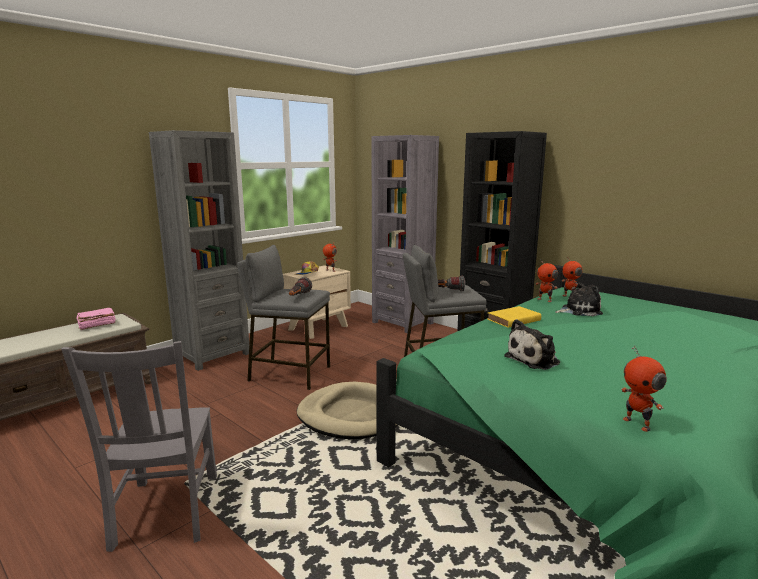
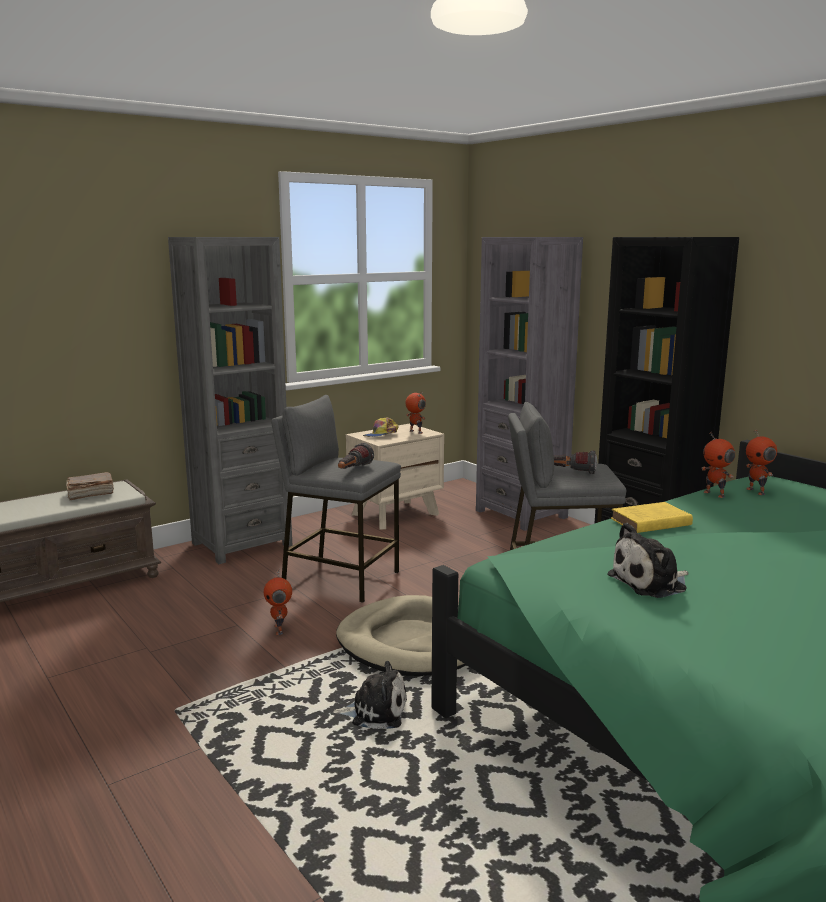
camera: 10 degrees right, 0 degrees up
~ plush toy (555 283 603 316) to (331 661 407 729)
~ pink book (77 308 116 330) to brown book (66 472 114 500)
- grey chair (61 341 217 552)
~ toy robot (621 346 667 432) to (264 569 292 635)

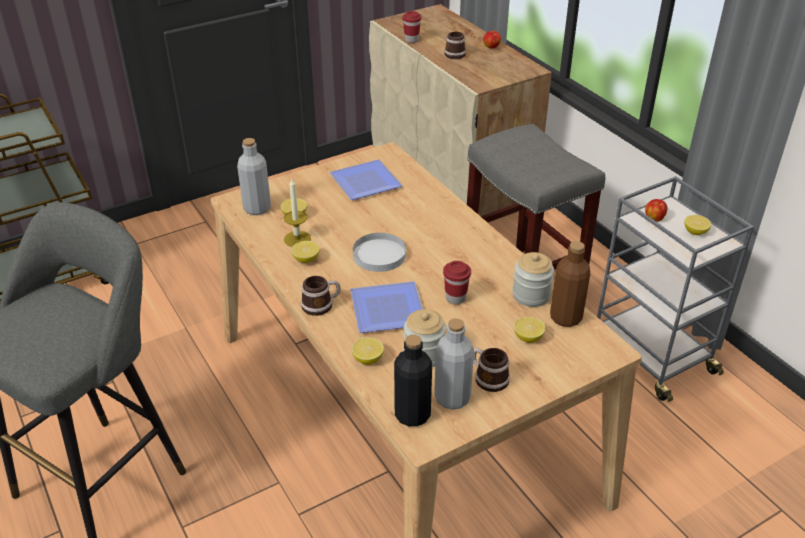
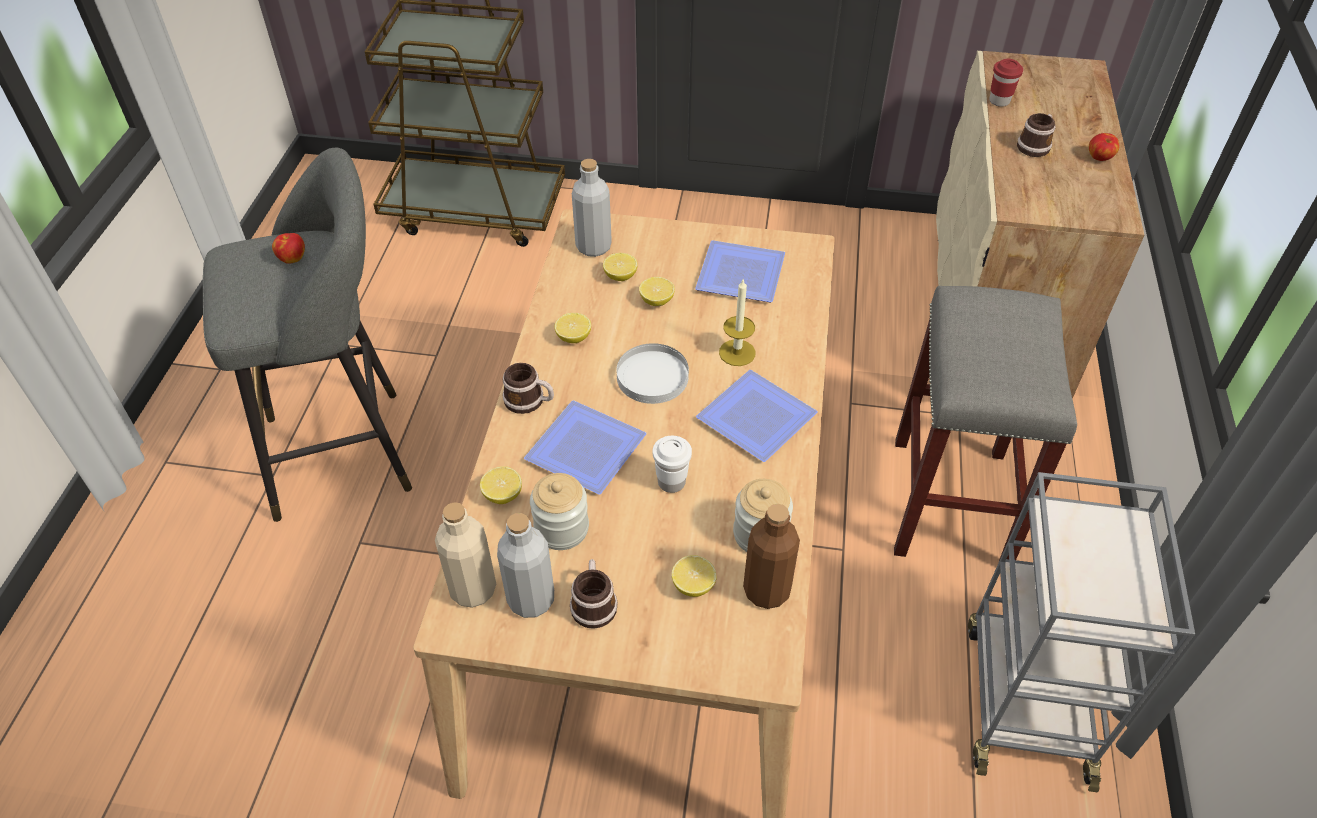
camera: 40 degrees right, 10 degrees up
~ candle (284 177 311 247) to (719 280 756 366)
~ apple (645 199 667 222) to (272 233 305 264)
~ lemon (685 215 711 235) to (639 277 675 306)
~ red cup (443 261 471 304) to white cup (653 436 692 493)
~ black bottle (394 335 432 426) to beige bottle (435 502 496 608)
+ plate (696 370 818 462)

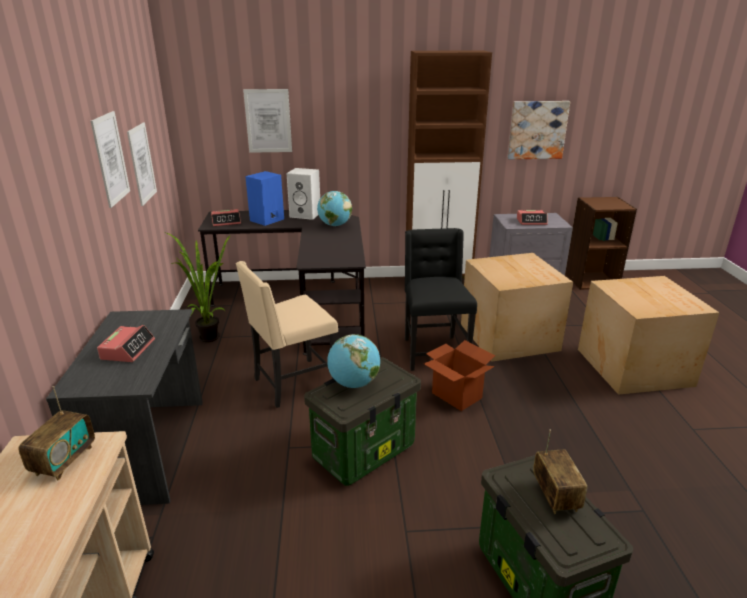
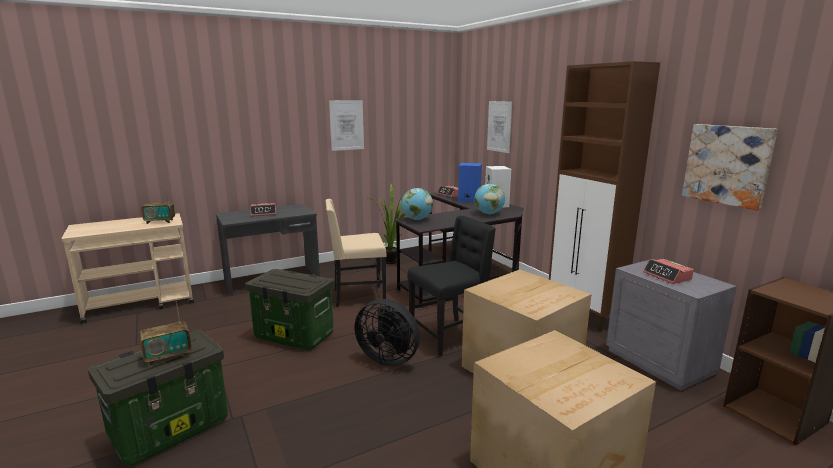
camera: 65 degrees right, 10 degrees down
- picture (127 122 157 206)
~ beige chair (236 261 338 408) = (325 199 387 307) 45 degrees counterclockwise
~ globe (327 334 380 388) to (401 188 433 220)
~ cardboard box (423 340 495 411) to black fan (354 299 420 366)

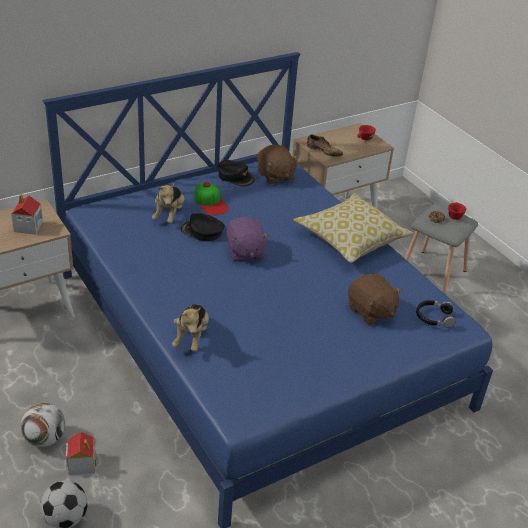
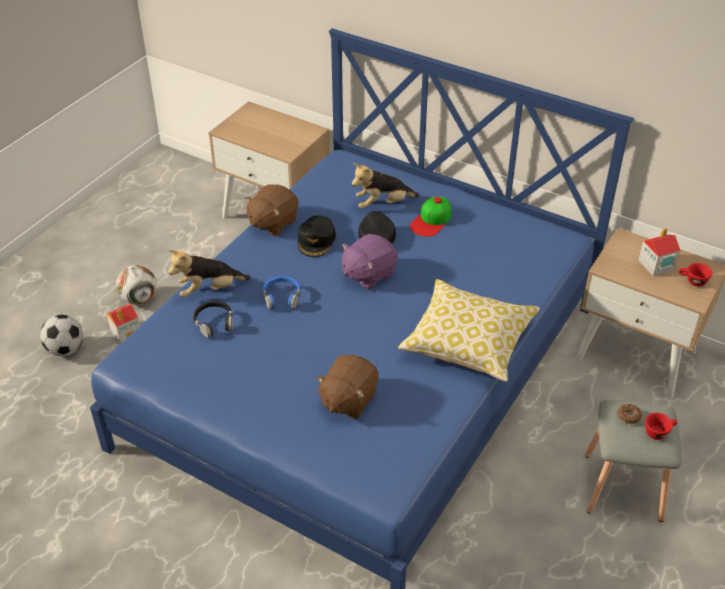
camera: 65 degrees right, 5 degrees up
- shoe (307 134 343 157)
~ brown plush toy (257 145 299 185) to (245 184 299 236)
~ black cap (217 160 254 186) to (298 216 336 257)
~ toy house (11 194 43 235) to (638 228 681 276)
~ black headphones (416 300 456 328) to (193 301 233 338)
+ blue headphones (263 276 301 309)

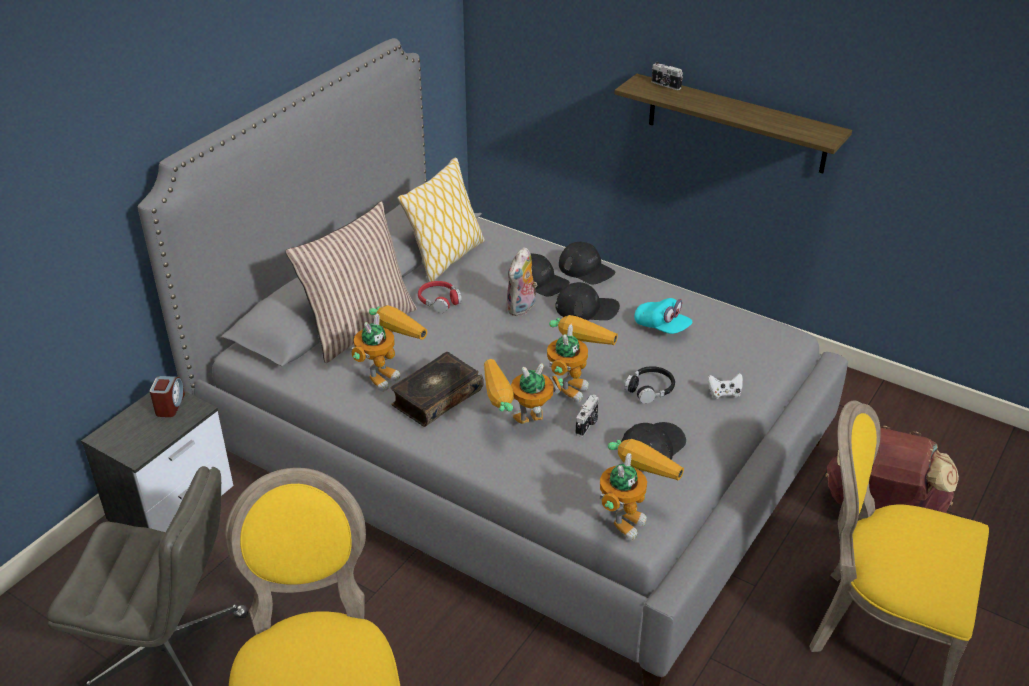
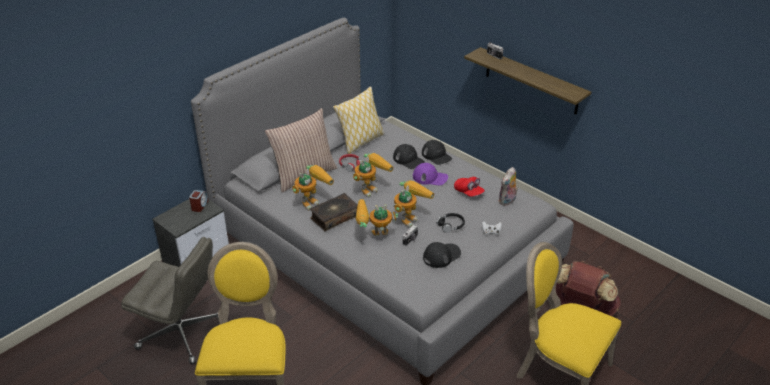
camera: 10 degrees right, 0 degrees up
~ plush toy (506 247 538 316) to (498 167 518 206)
~ black cap (555 282 620 320) to purple cap (413 163 448 185)
~ turquoise cap (634 298 692 334) to red cap (454 177 485 197)
~ toy robot (600 439 684 541) to (353 153 394 198)

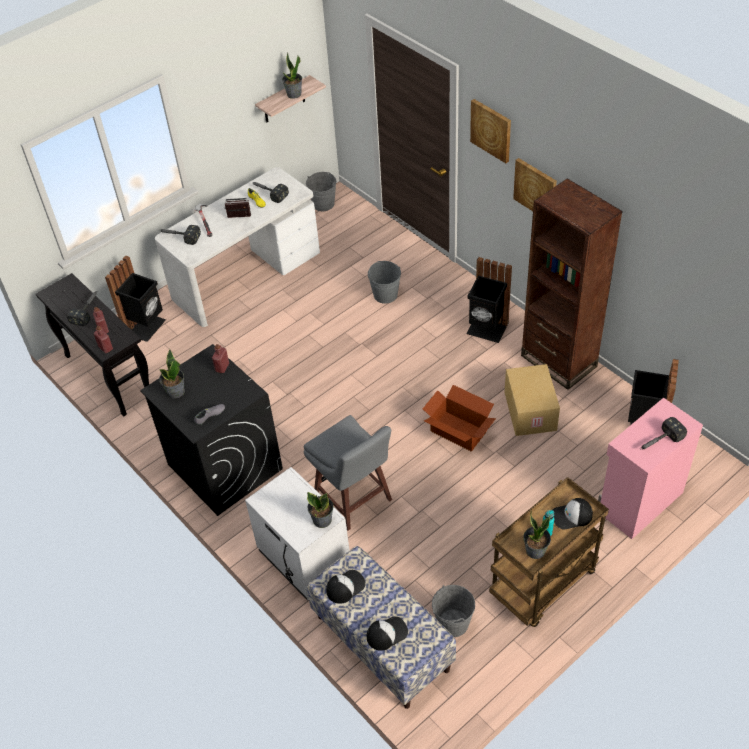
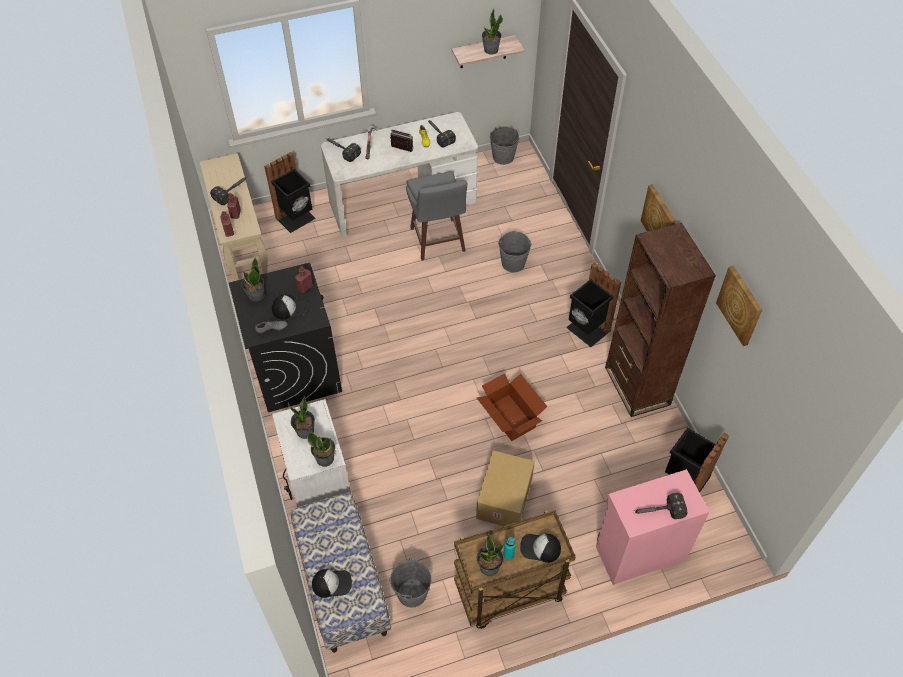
camera: 20 degrees right, 5 degrees up
~ picture (470 99 511 163) to (716 266 762 346)
~ black console table (36 273 149 416) to beige console table (200 153 268 281)
~ cardboard box (505 364 560 436) to (476 450 535 526)
~ grey stool (304 415 392 531) to (406 171 467 261)
~ cap (326 570 366 604) to (272 295 307 320)
+ potted plant (288 396 315 439)

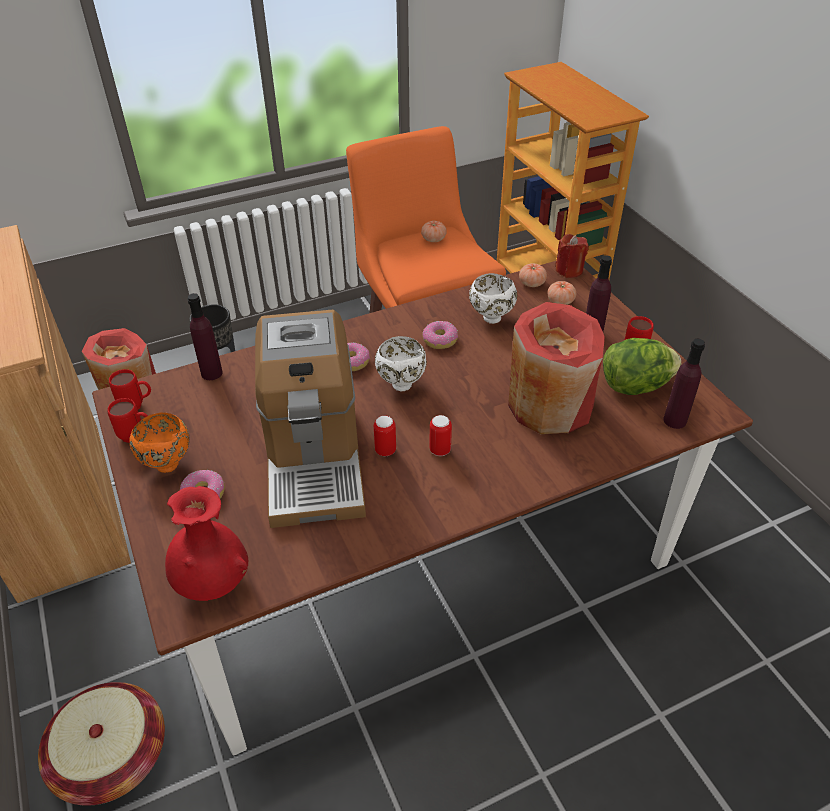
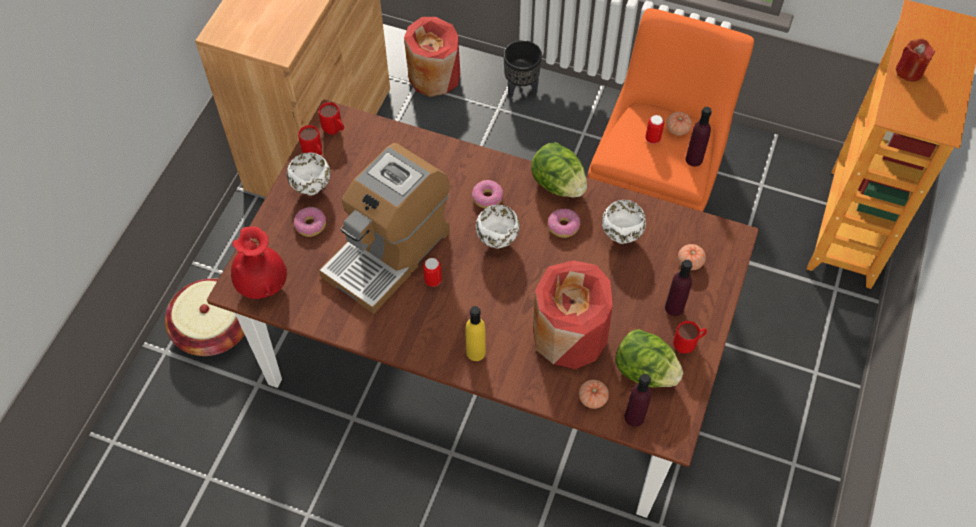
camera: 45 degrees right, 15 degrees up
~ red candle (555 234 589 278) to (896 39 935 81)
~ tomato (519 263 547 287) to (579 380 609 409)
~ purple bottle (188 293 223 380) to (685 107 712 167)
~ orange bowl (129 412 190 473) to white bowl (287 152 330 195)
~ can (430 415 452 456) to (645 115 664 144)
+ lettuce (531 142 587 198)
+ yellow bottle (466 306 486 361)

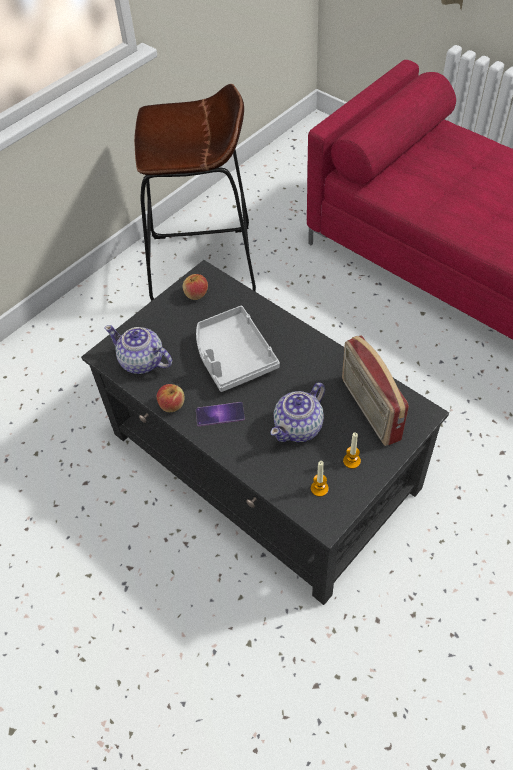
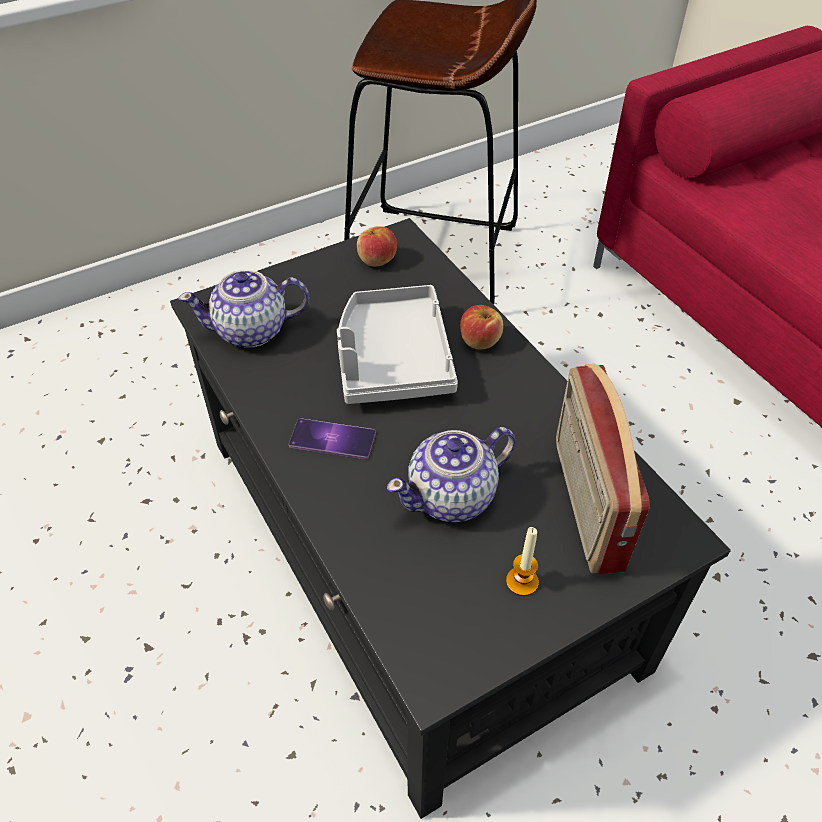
camera: 15 degrees right, 5 degrees down
~ teapot (104 325 172 374) = (178 270 309 348) 60 degrees counterclockwise
~ apple (157 384 185 412) to (460 305 503 349)
- candle (311 461 329 497)

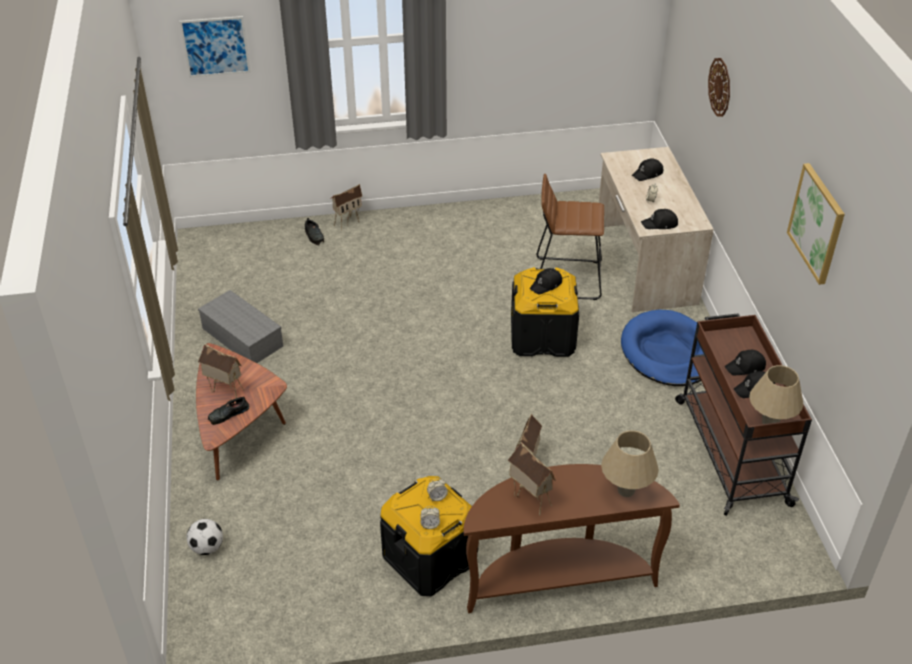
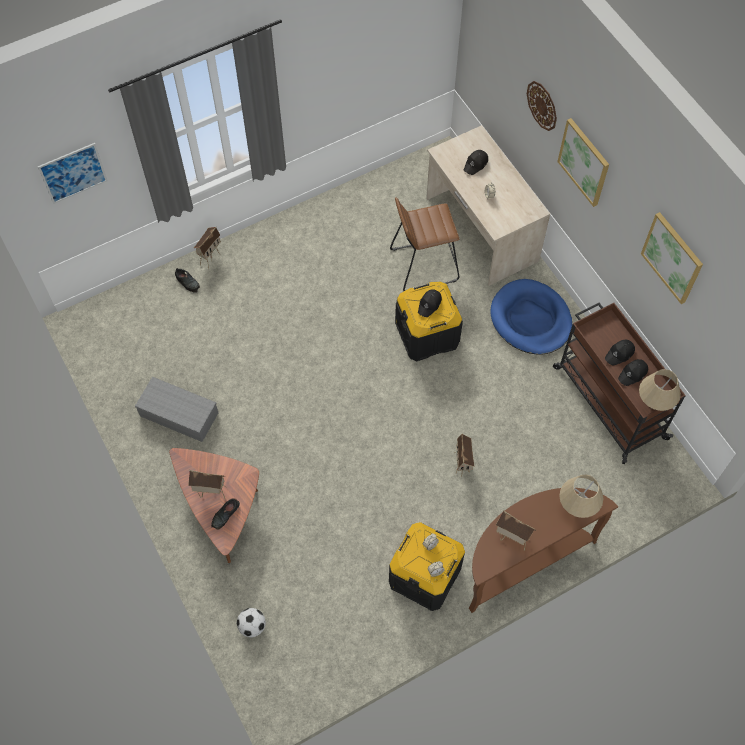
camera: 20 degrees left, 20 degrees up
- black cap (641 209 678 229)
+ picture (557 118 609 207)

